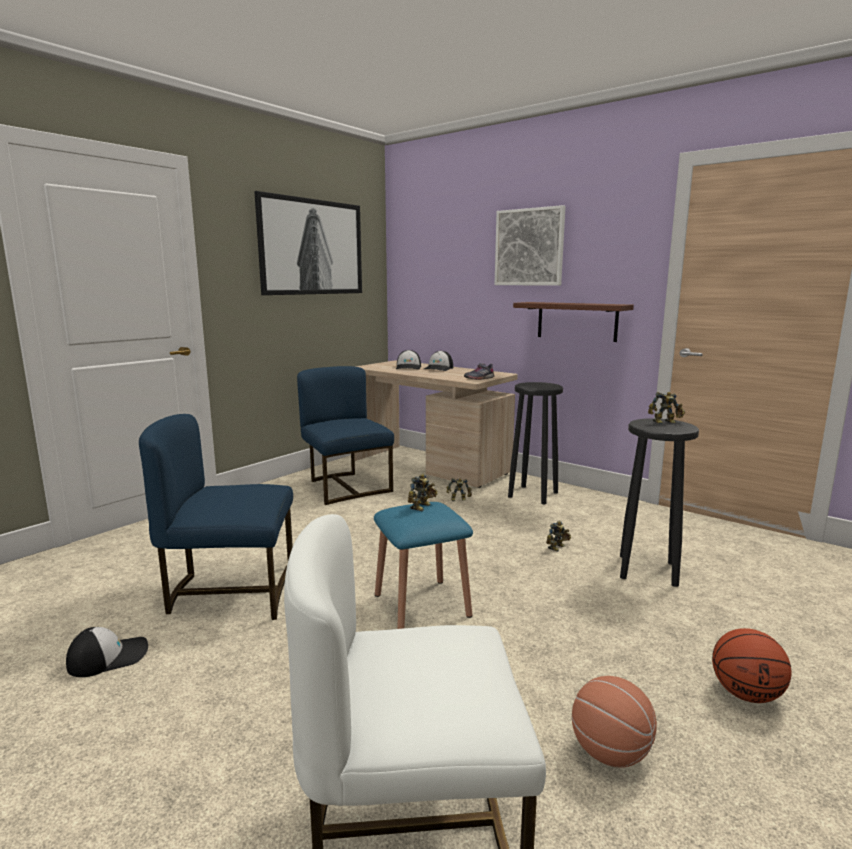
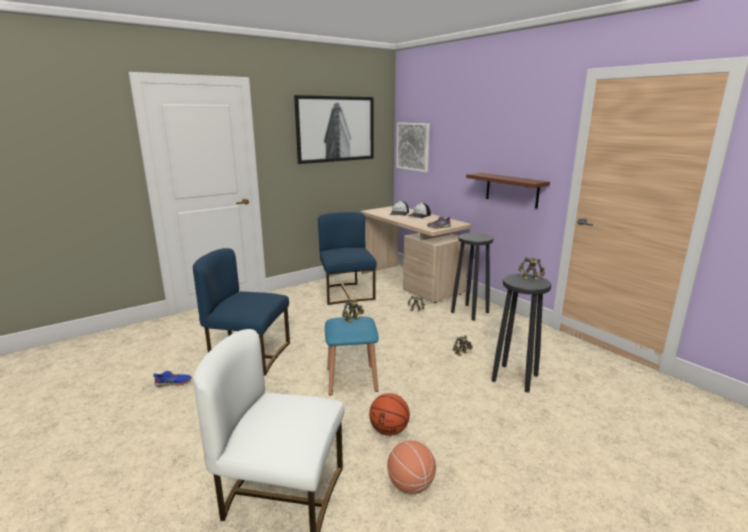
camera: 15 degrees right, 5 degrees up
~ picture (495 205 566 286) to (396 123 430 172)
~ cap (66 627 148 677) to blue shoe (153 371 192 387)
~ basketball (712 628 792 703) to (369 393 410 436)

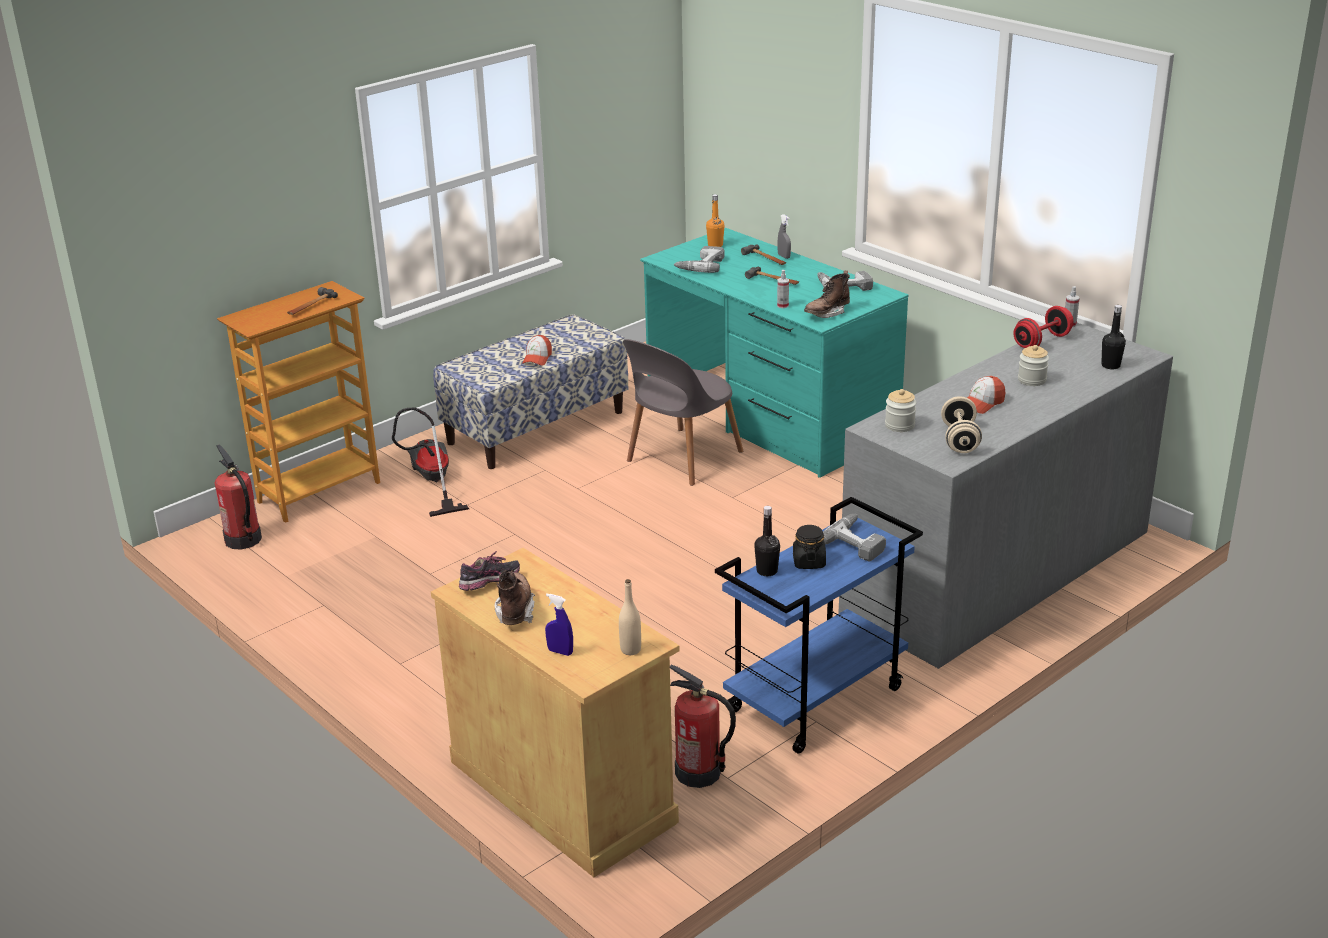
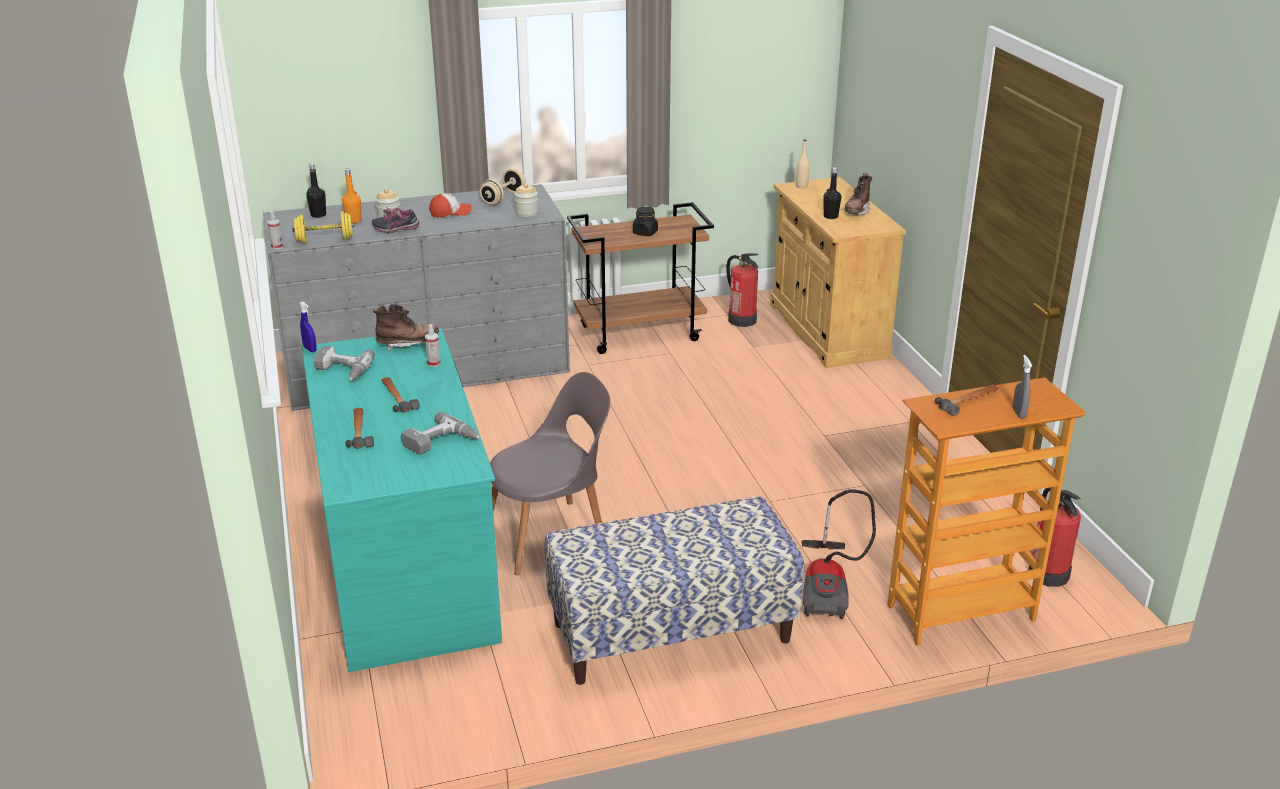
camera: 155 degrees left, 0 degrees up
~ orange bottle (706 194 725 247) to (342 169 361 223)
~ grey spray bottle (777 214 791 259) to (1013 355 1032 419)
~ red dumbbell (1014 306 1074 348) to yellow dumbbell (292 212 354 243)
- cap (522 335 552 365)
~ blue cart (715 497 923 754) to brown cart (567 202 714 354)
~ black bottle (754 506 780 576) to (823 167 841 219)
- power drill (823 514 886 562)
~ shoe (459 551 520 591) to (372 207 420 233)
~ blue spray bottle (545 593 573 656) to (300 301 317 352)

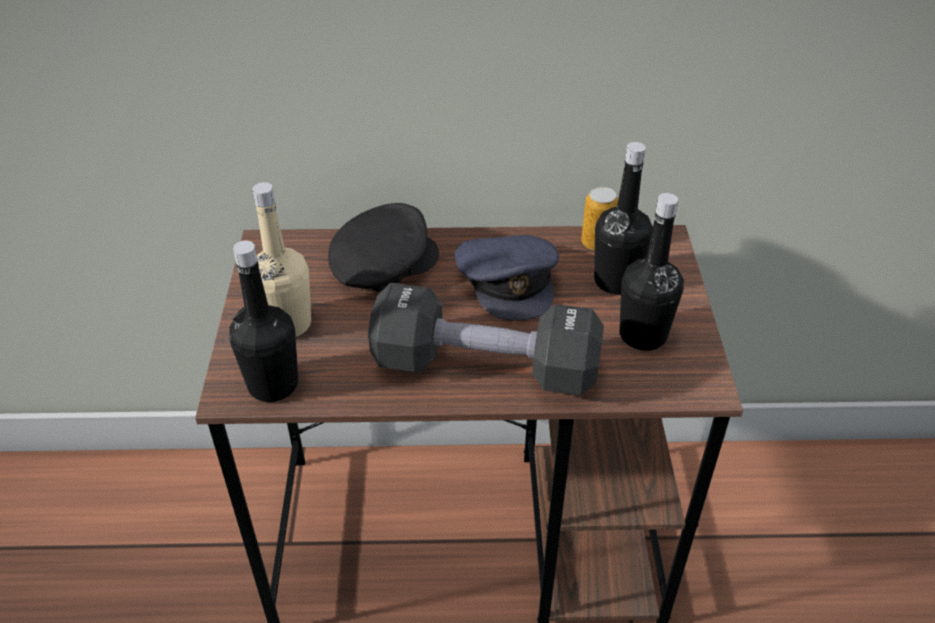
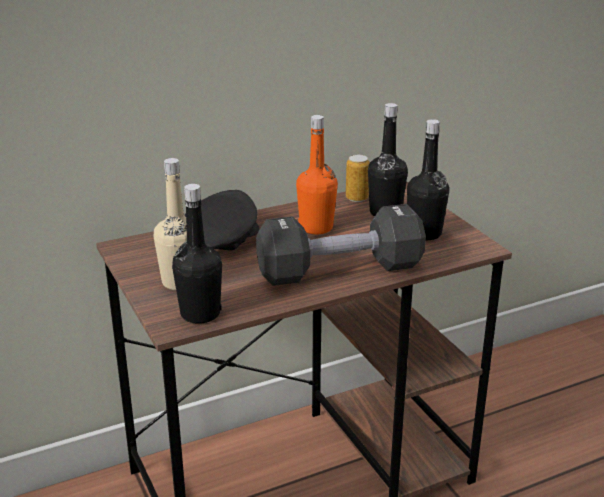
camera: 25 degrees left, 15 degrees down
~ grey cap (455 235 559 321) to orange bottle (296 115 338 234)

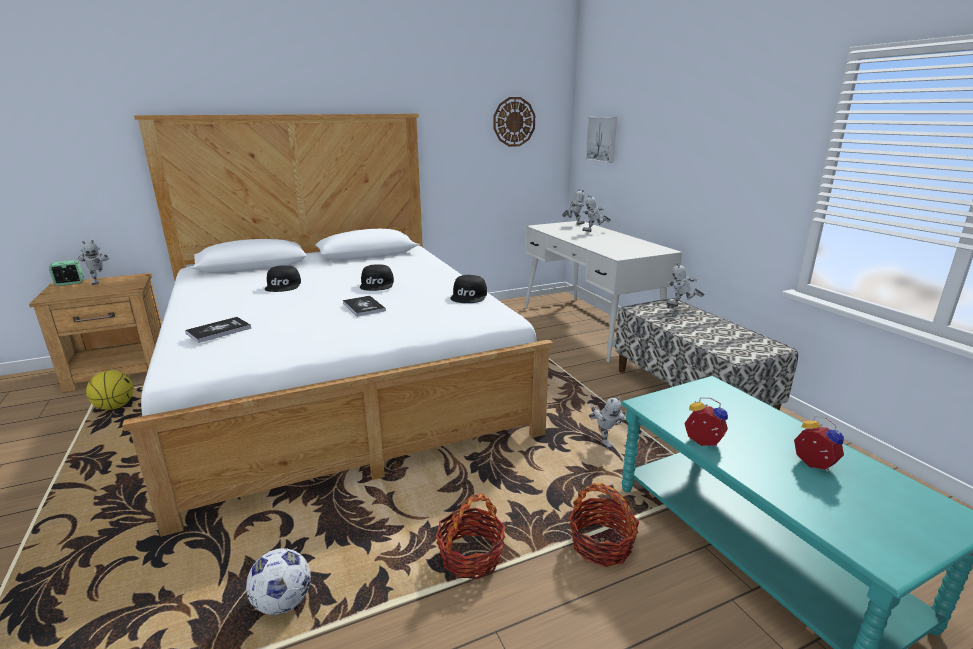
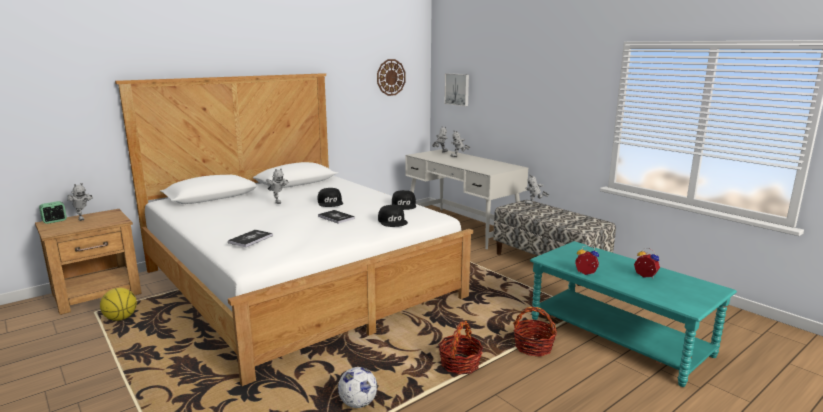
camera: 15 degrees left, 5 degrees down
~ black cap (265 265 301 292) to (378 205 408 227)
~ toy robot (589 397 625 449) to (266 168 288 204)

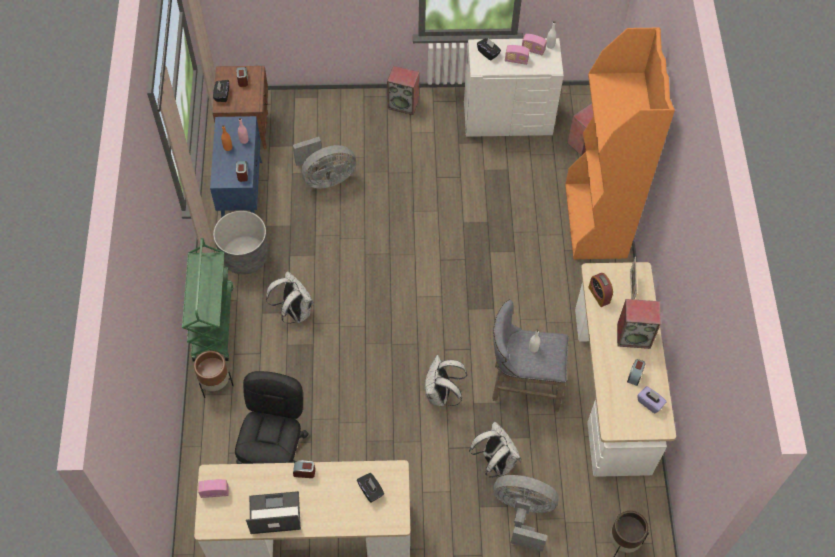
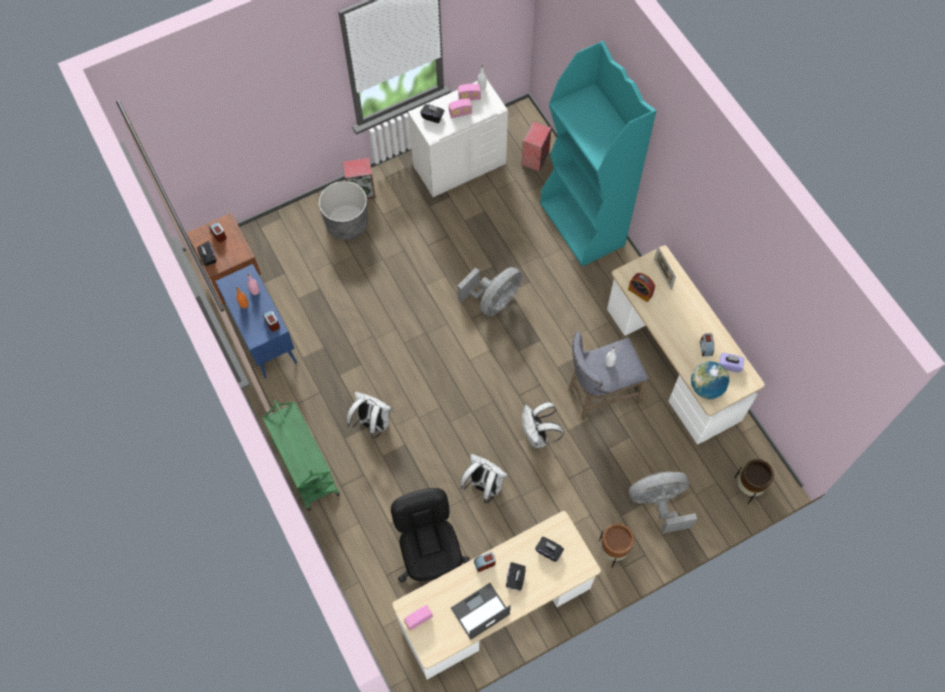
camera: 25 degrees left, 5 degrees up
~ orange bookcase (565 28 675 259) to turquoise bookcase (540 41 656 266)
~ grey fan (293 137 356 188) to (457 267 522 316)
~ grey planter (213 211 268 275) to (319 181 368 240)
- speaker (617 299 661 349)
~ brown planter (194 351 234 398) to (599 523 634 568)
~ white backpack (469 422 521 478) to (460 454 508 503)
+ globe (691 361 729 399)
+ black tissue box (506 562 526 591)

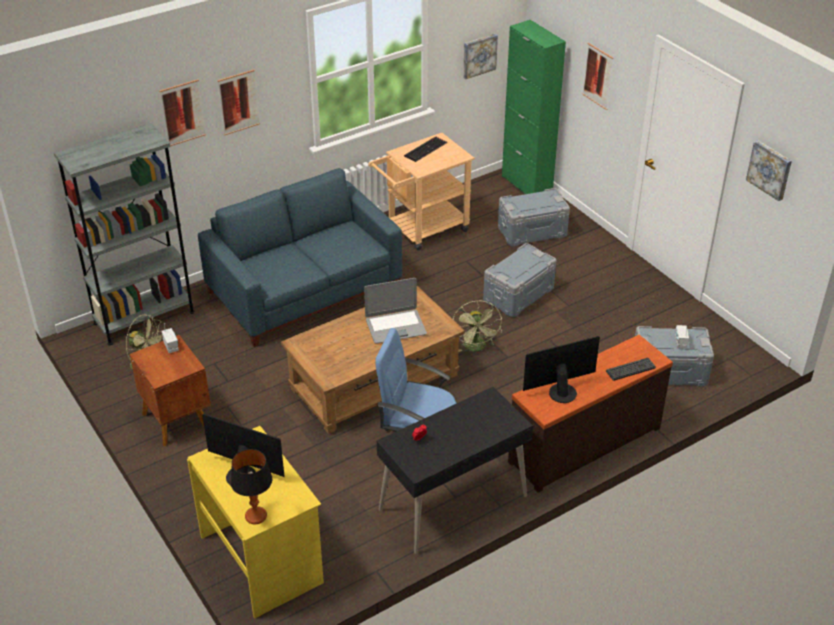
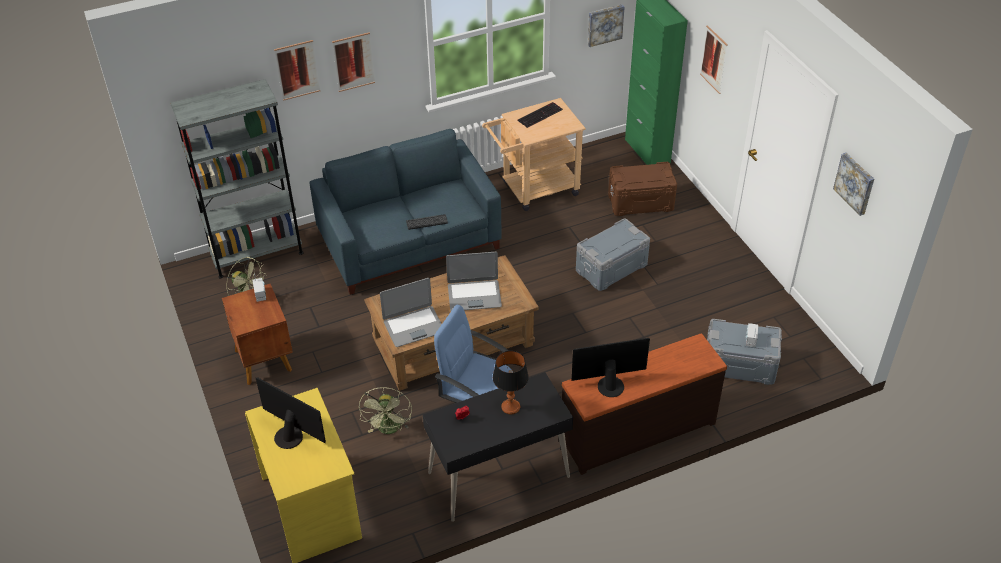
camera: 10 degrees right, 5 degrees up
~ grey storage box (498 188 570 246) to brown storage box (608 162 677 216)
~ green fan (453 301 502 352) to (359 387 412 434)
~ keyboard (606 358 656 381) to (406 214 448 230)
~ table lamp (230 449 272 524) to (493 351 529 415)
+ laptop (380 278 442 347)

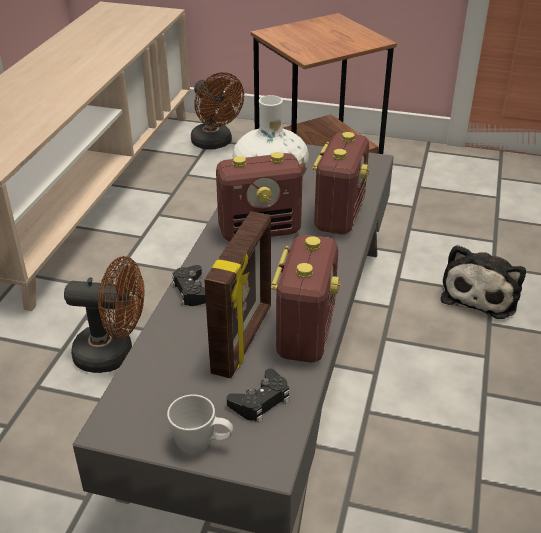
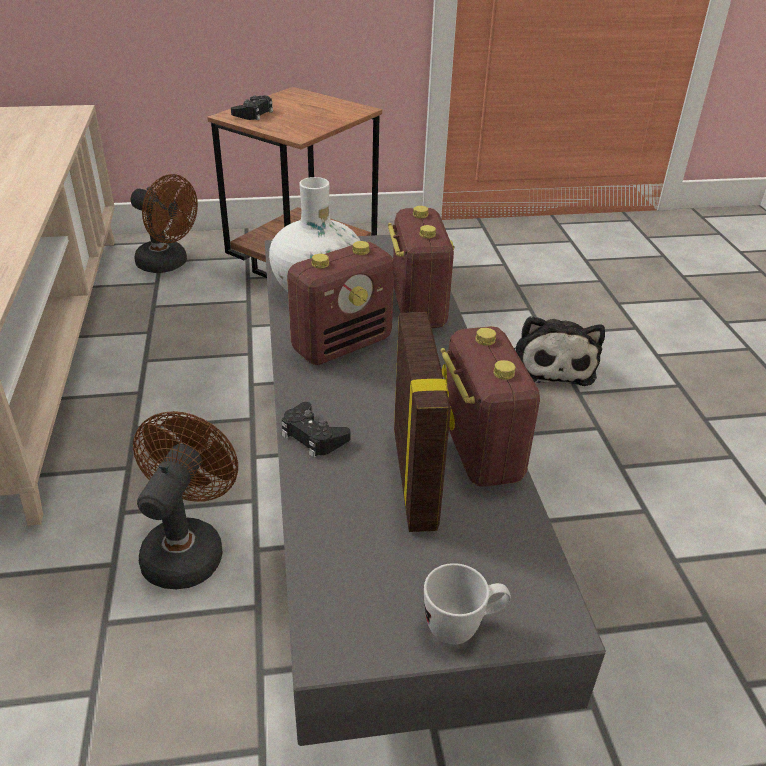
camera: 25 degrees left, 0 degrees up
~ brown fan (64 256 144 373) = (133 411 238 589) 60 degrees counterclockwise
~ black game controller (227 369 289 423) to (231 95 273 120)

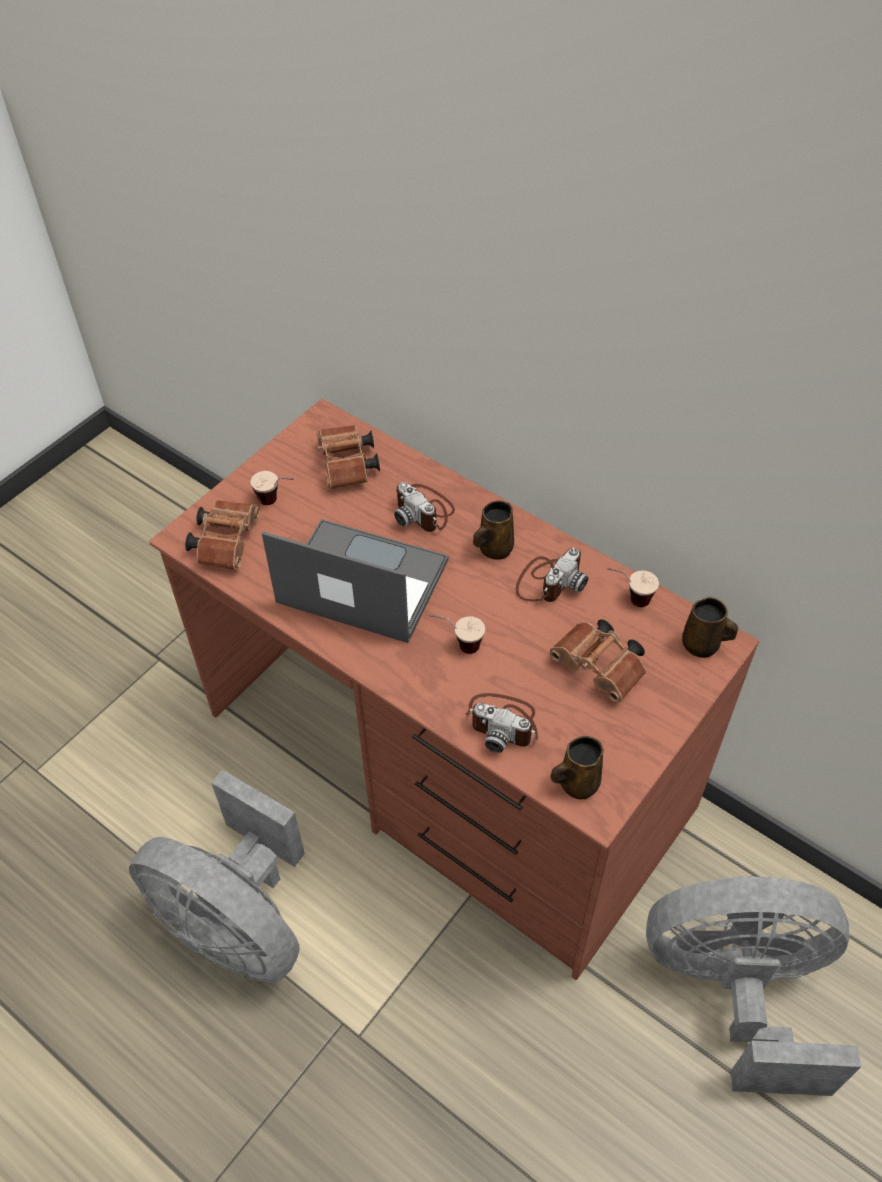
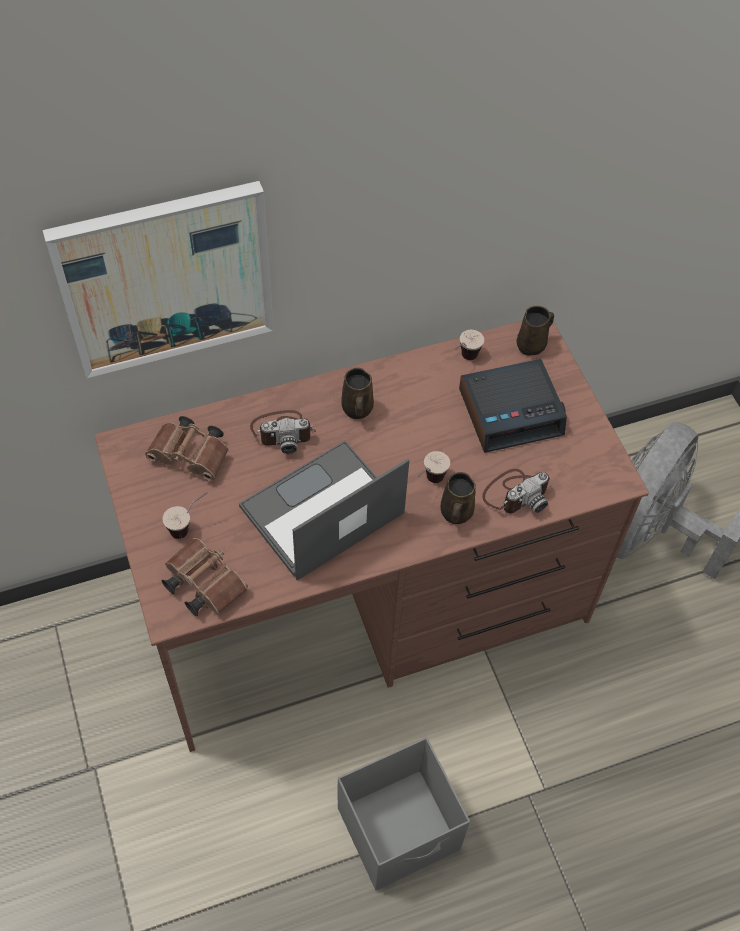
camera: 60 degrees left, 5 degrees up
- photo camera (516 548 588 602)
~ brown binoculars (550 619 646 702) to alarm clock (459 359 567 453)
~ brown mug (550 736 604 799) to (441 472 476 524)
~ grey fan (129 770 305 983) to grey storage box (338 737 470 891)
+ picture (43 181 274 378)

